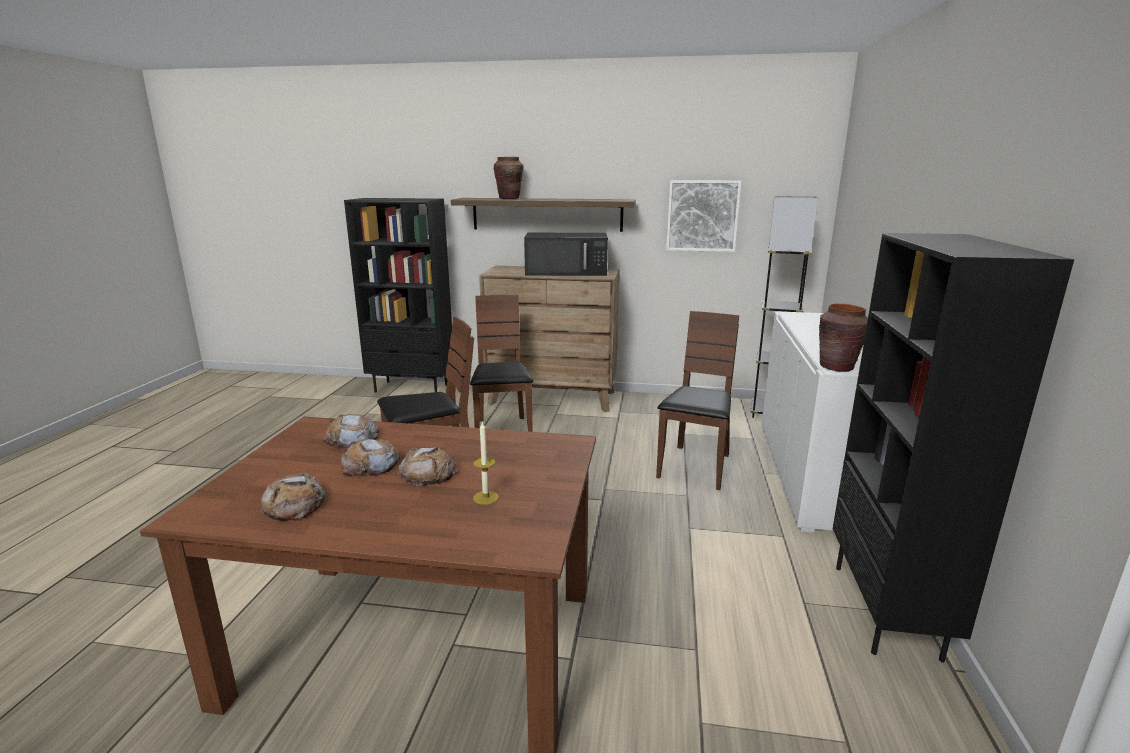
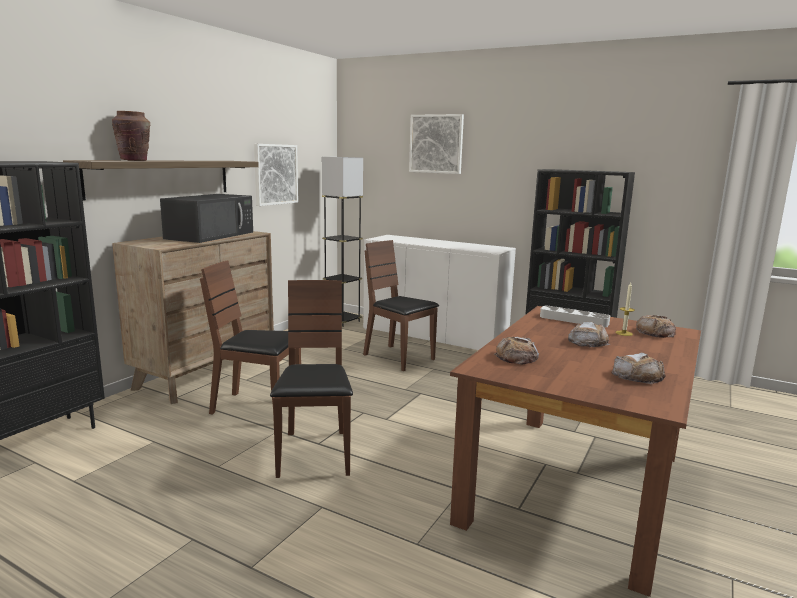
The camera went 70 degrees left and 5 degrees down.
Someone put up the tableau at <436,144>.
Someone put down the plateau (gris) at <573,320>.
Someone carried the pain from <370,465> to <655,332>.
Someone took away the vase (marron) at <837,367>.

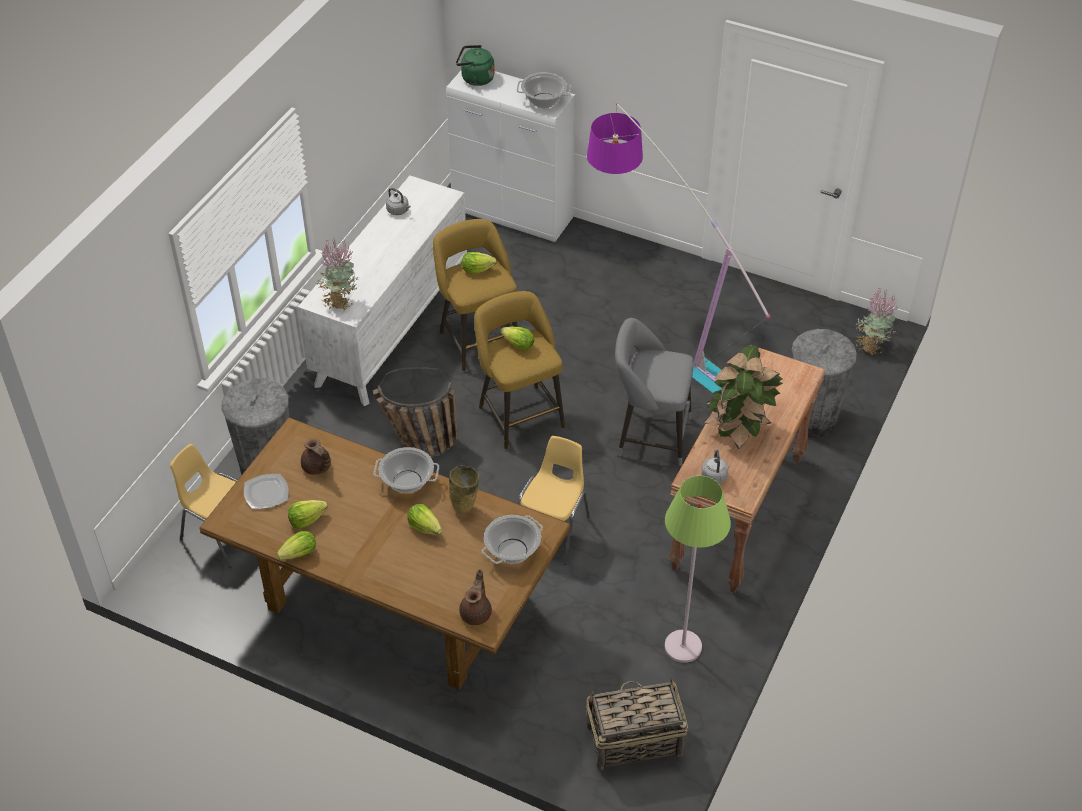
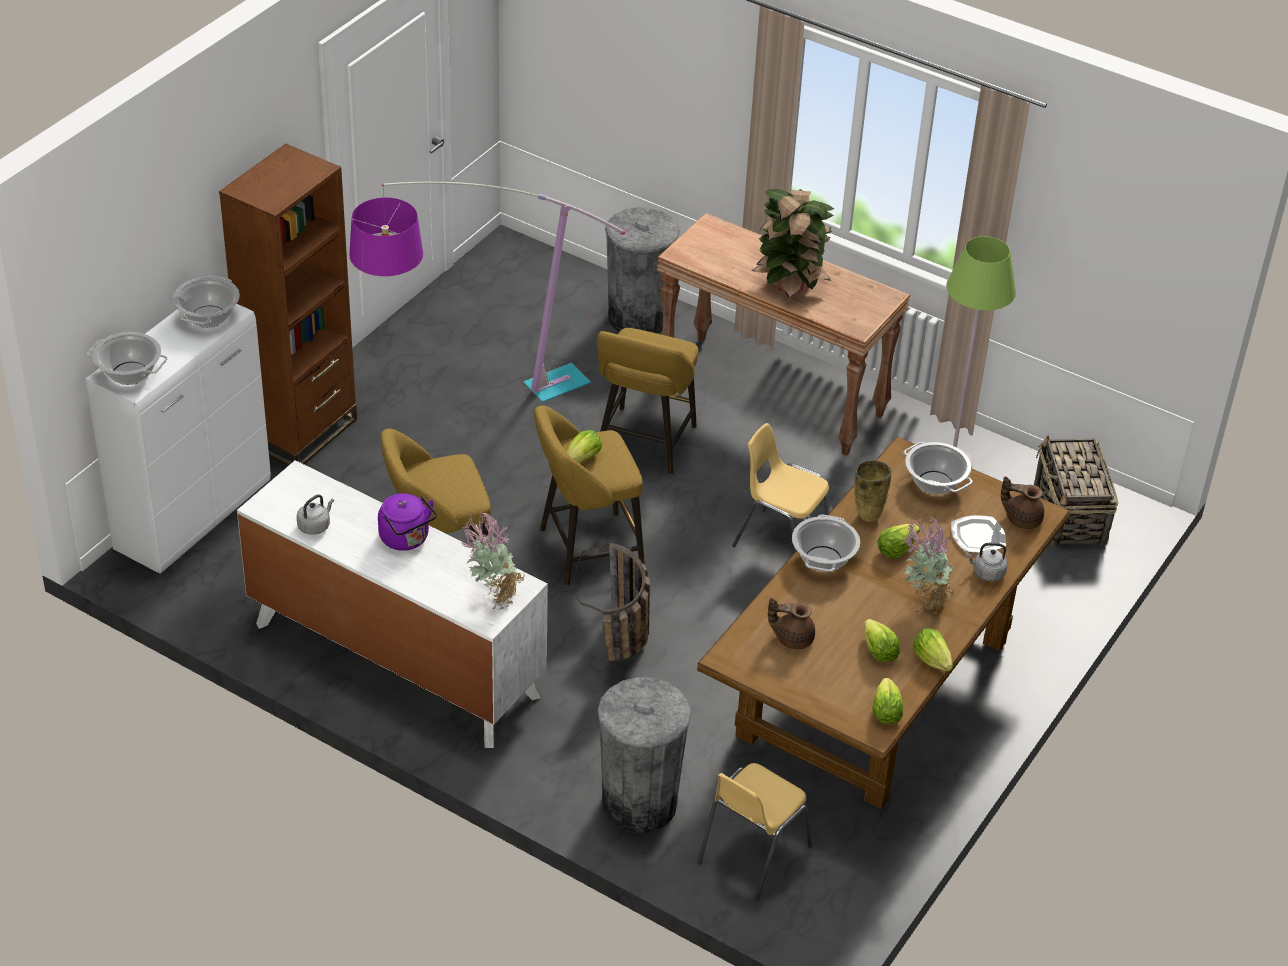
The camera went 85 degrees left and 5 degrees down.
Someone swapped the bouilloire (vert) at <475,79> for the marmite at <129,373>.
Someone put down the bibliothèque (marron) at <302,432>.
Someone put down the bouilloire (violet) at <406,539>.
Someone repainted the tabouret (gris) at <649,436>, which became the tabouret (jaune) at <643,445>.
Someone rotated the théière (marron) at <317,467> by 135 degrees counterclockwise.
Someone carried the laitue from <477,269> to <885,712>.
Someone carried the plante en pot from <871,346> to <923,601>.
Someone carried the assiette from <267,493> to <978,536>.
Someone carried the bouilloire (gris) from <714,475> to <986,573>.

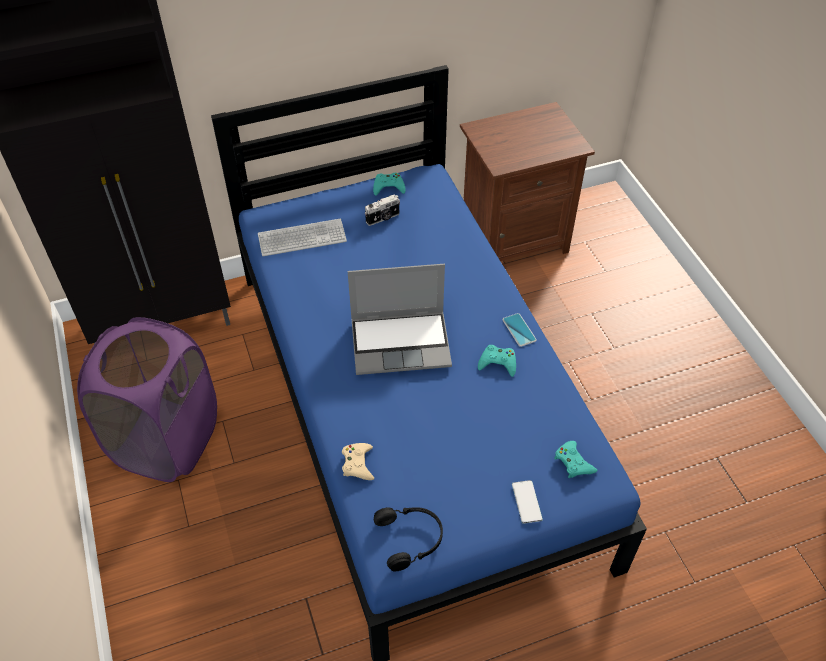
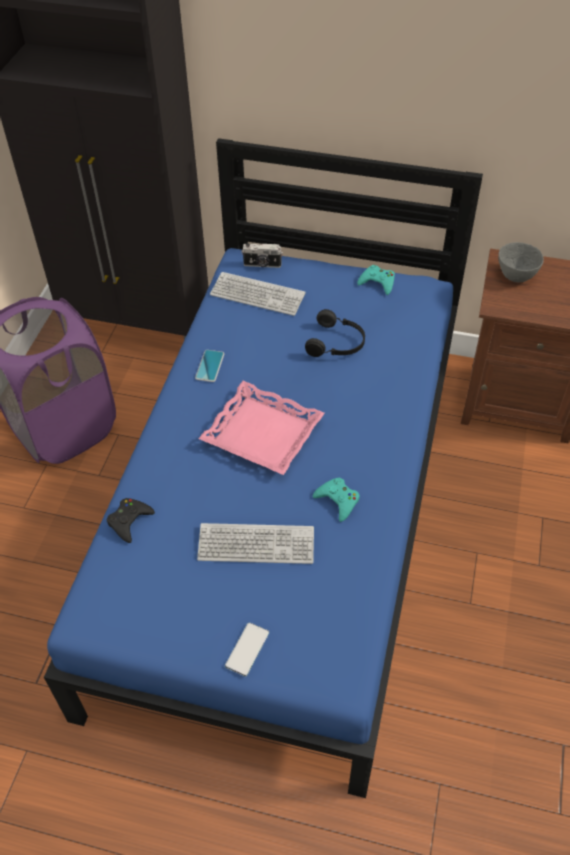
The camera went 35 degrees right and 0 degrees up.
Someone repainted the manette (beige) at <358,464>, which became the manette (noir) at <129,521>.
Someone carried the téléphone from <519,330> to <209,366>.
Someone put down the clavier at <256,545>.
Someone swapped the ordinateur portable at <401,342> for the plateau (rose) at <263,433>.
Someone carried the appareil photo from <383,218> to <262,265>.
Someone carried the casque audio (noir) from <411,539> to <337,343>.
Someone put down the bol (gris) at <515,277>.
Someone took away the manette (turquoise) at <573,462>.

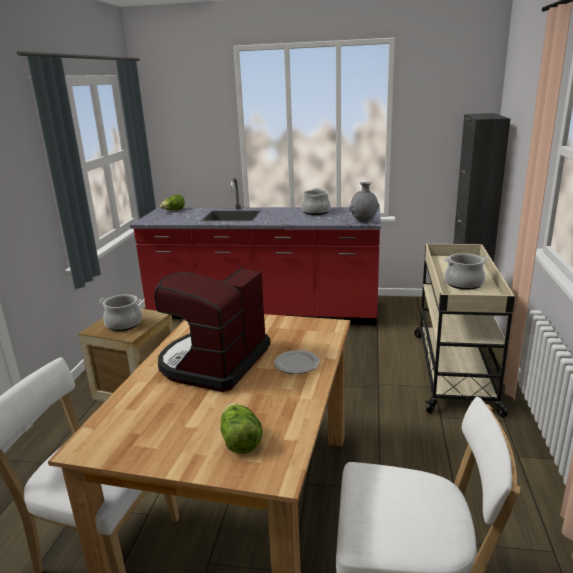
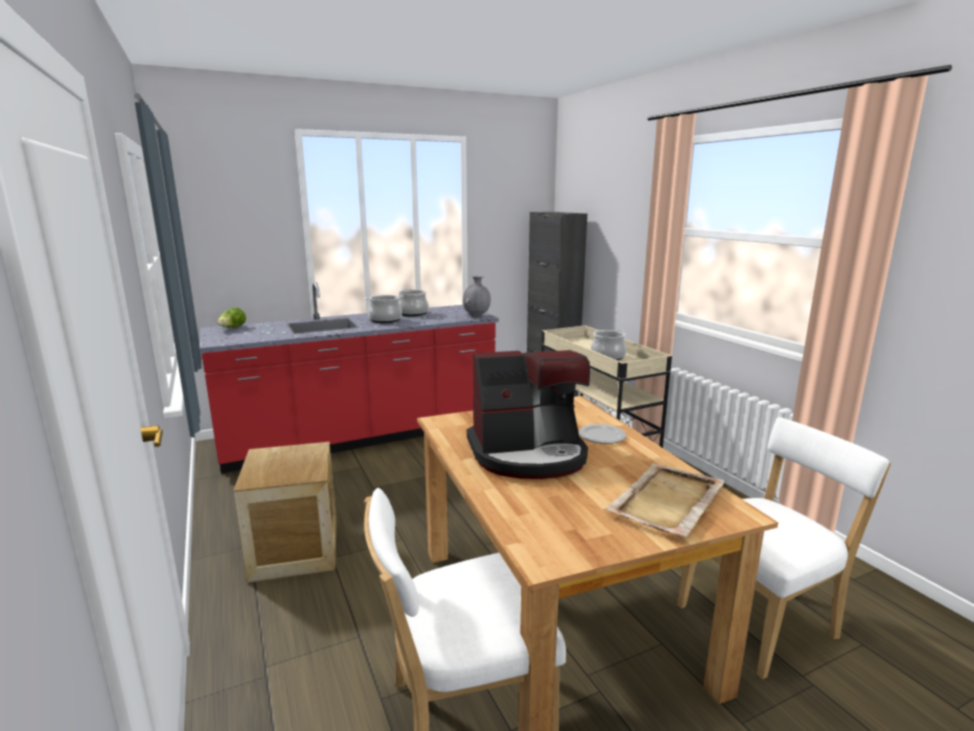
The camera went 35 degrees left and 5 degrees down.
Someone carried the marmite from <124,324> to <385,320>.
Someone rotated the machine à café at <214,362> by 90 degrees counterclockwise.
Someone swapped the laitue at <239,440> for the plateau (beige) at <666,501>.

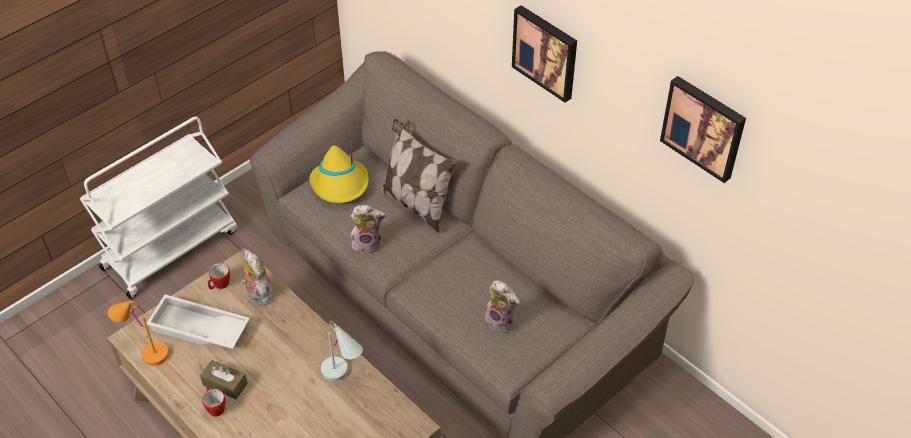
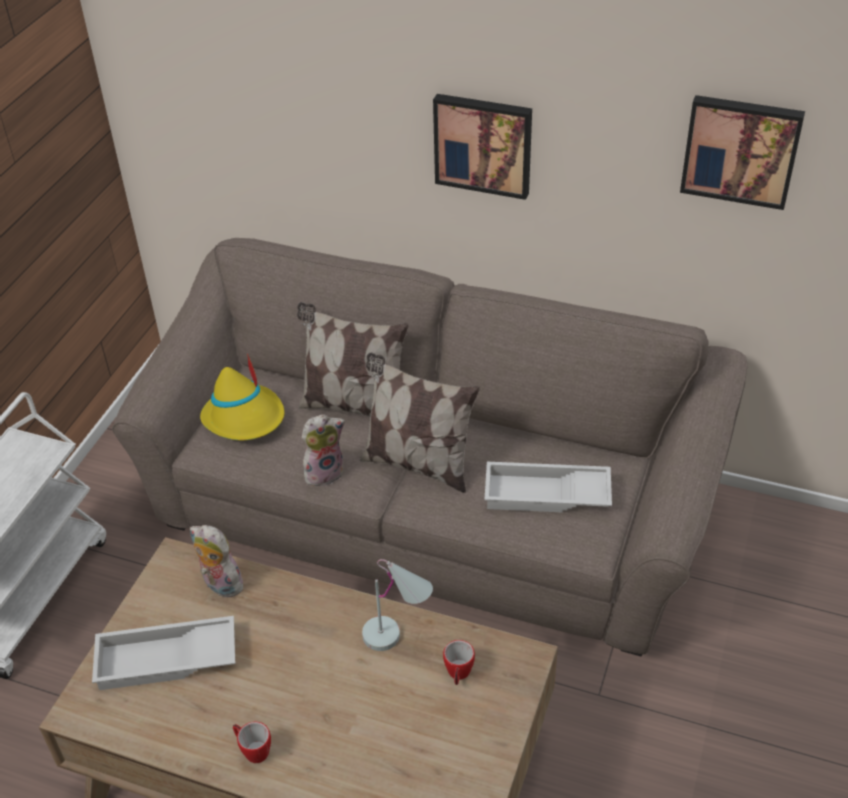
The camera went 25 degrees left and 5 degrees down.
Someone put down the coussin at <417,464>.
Someone carried the mug from <219,285> to <458,675>.
Someone swapped the peluche at <502,322> for the plateau (blanc) at <546,495>.
Someone took away the lampe de table (orange) at <144,351>.
Someone took away the boîte à mouchoirs (marron) at <225,384>.

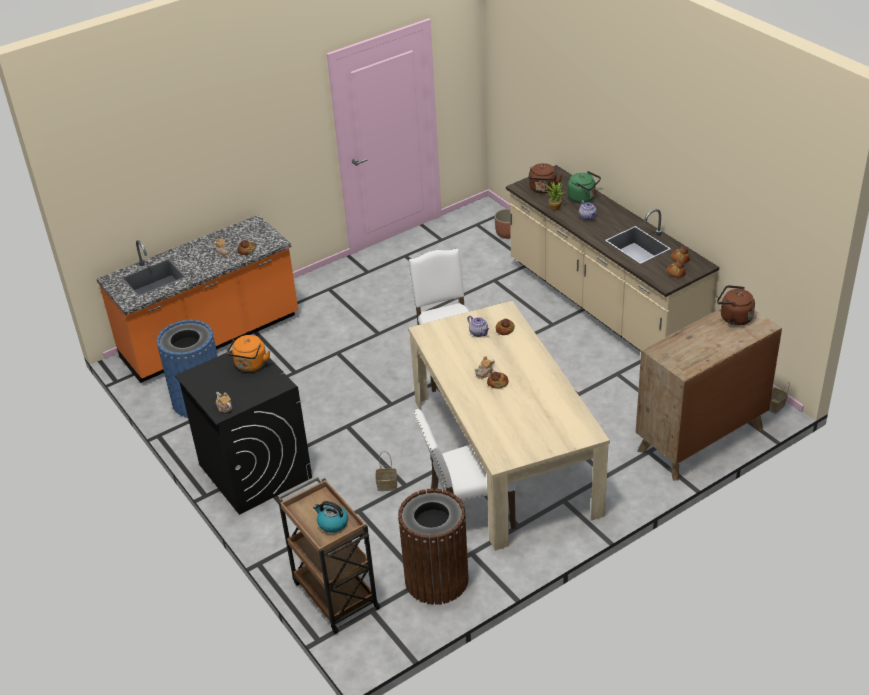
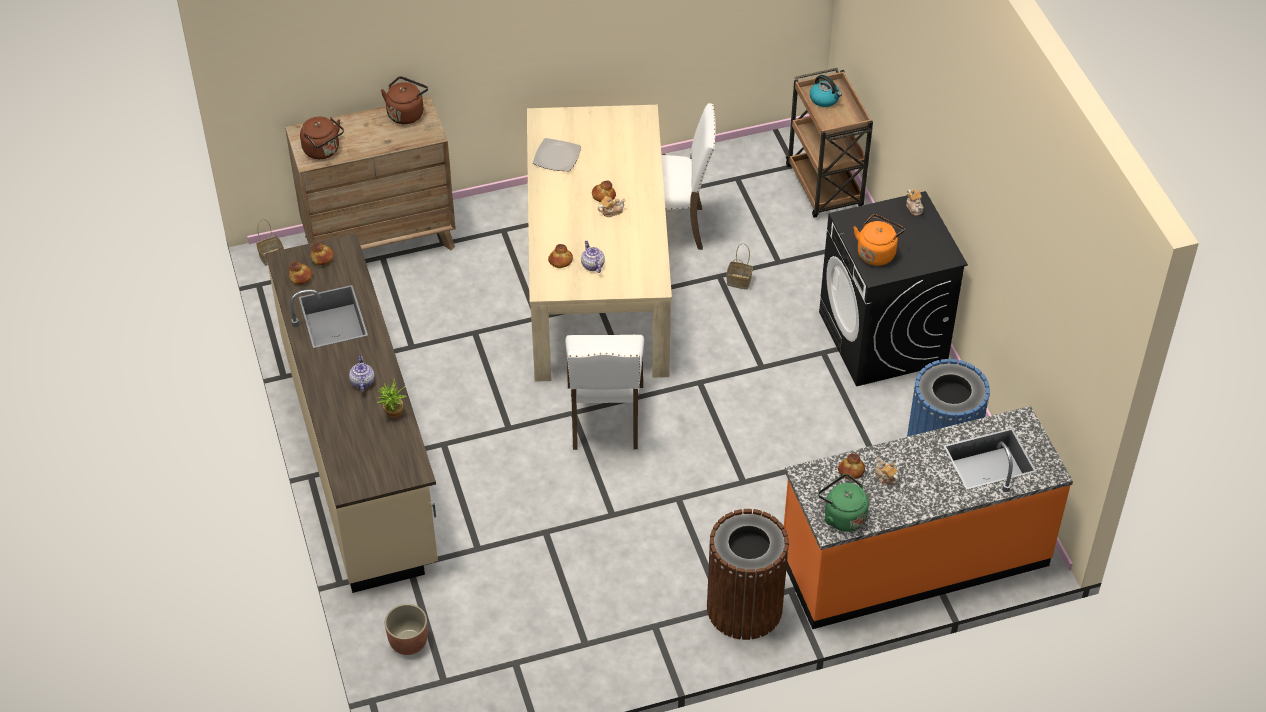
The camera went 165 degrees left and 10 degrees up.
Someone carried the bouilloire (marron) from <543,189> to <406,113>.
Someone put down the assiette at <556,156>.
Someone carried the poubelle (marron) from <436,579> to <744,608>.
Someone carried the bouilloire (vert) from <583,198> to <842,516>.

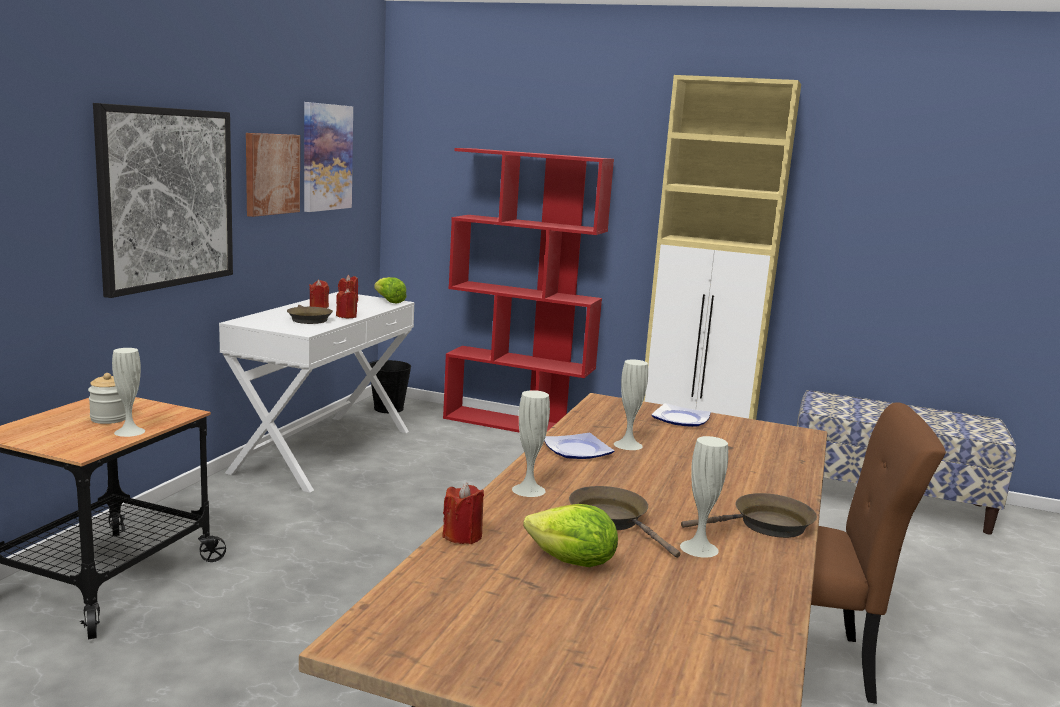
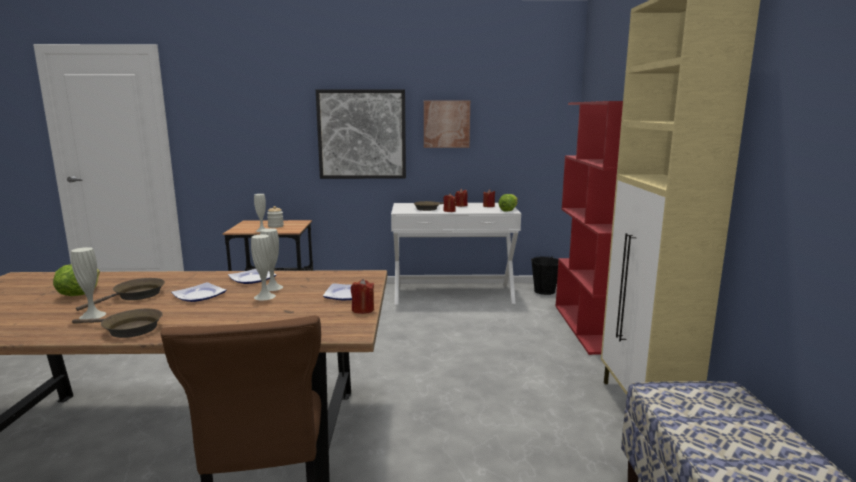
The camera went 70 degrees right and 0 degrees up.
Someone rotated the poêle (marron) at <766,525> by 45 degrees counterclockwise.
Someone put down the assiette at <200,295>.
Someone carried the vase (blanc) from <528,490> to <265,296>.
Someone carried the bougie (rouge) from <462,536> to <363,310>.
Someone took away the tableau at <326,157>.

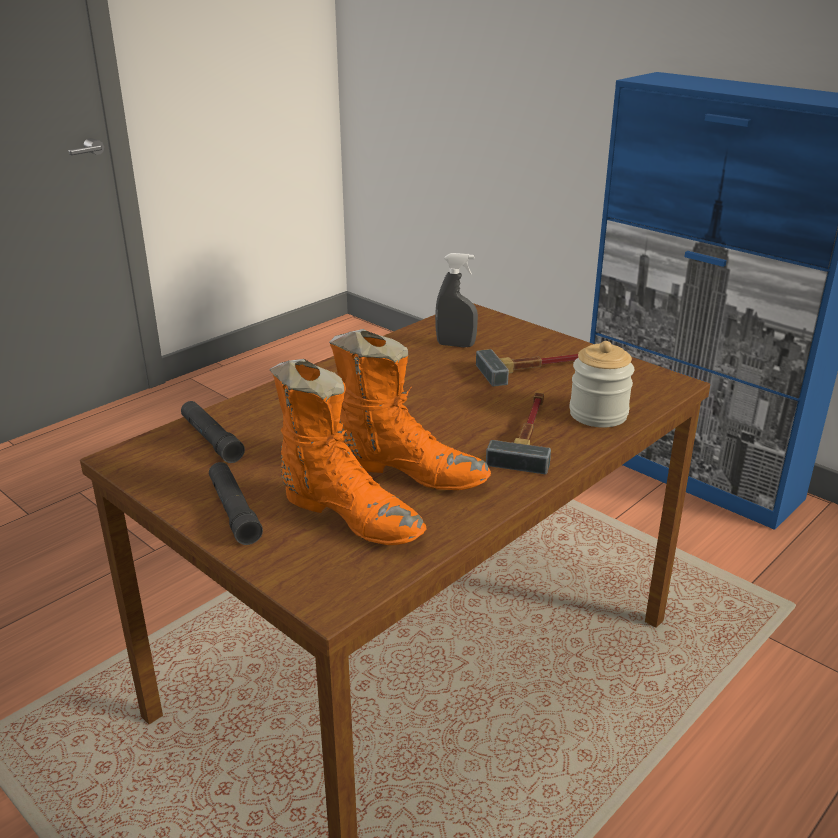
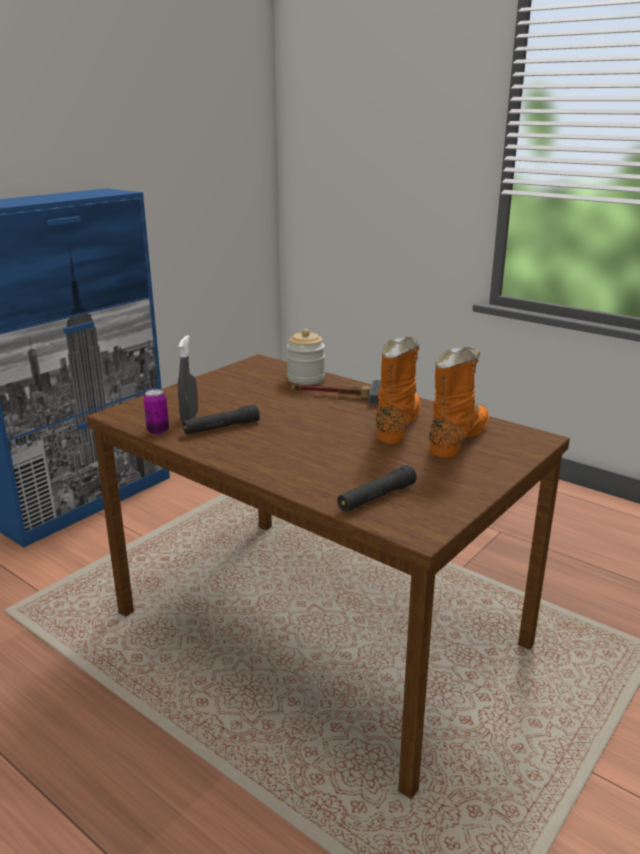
The camera went 95 degrees left and 5 degrees down.
Someone put down the boîte métallique at <158,431>.
Someone carried the lampe de poche (noir) from <234,511> to <221,427>.
Someone took away the marteau at <541,368>.

